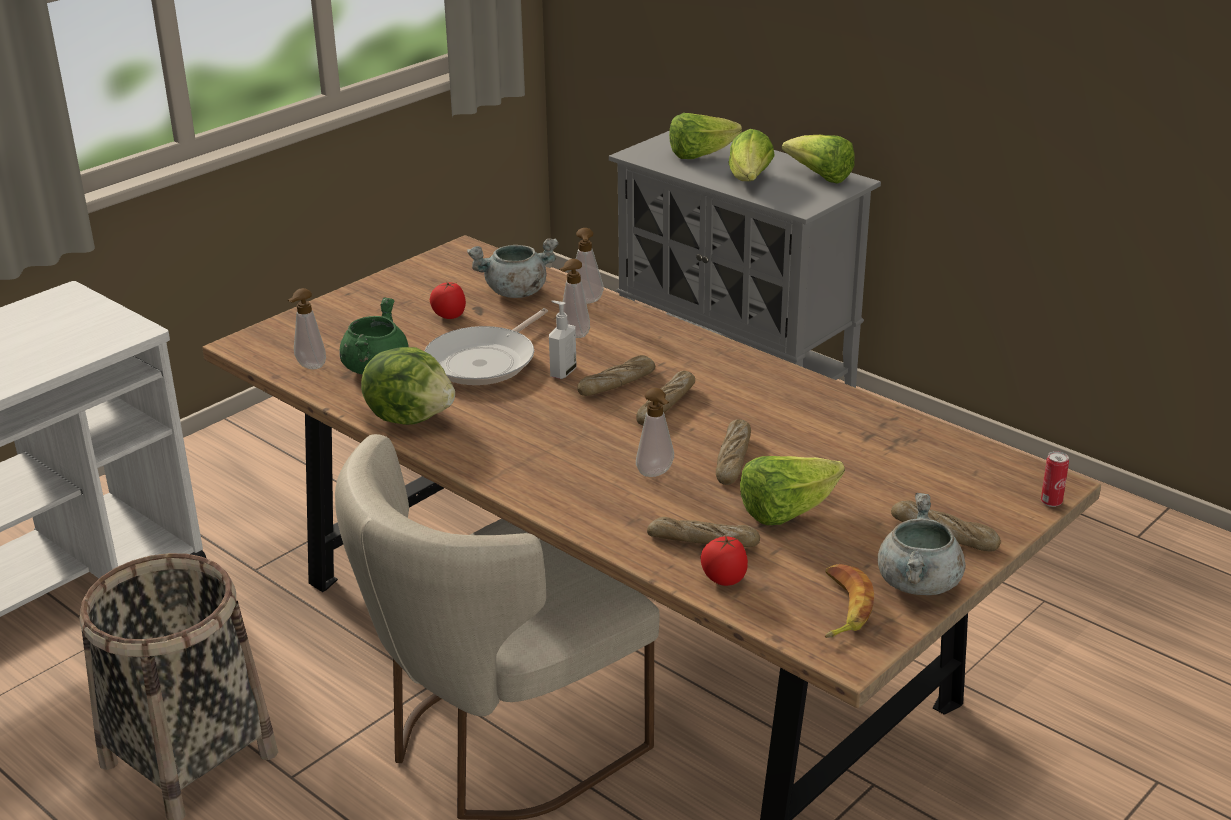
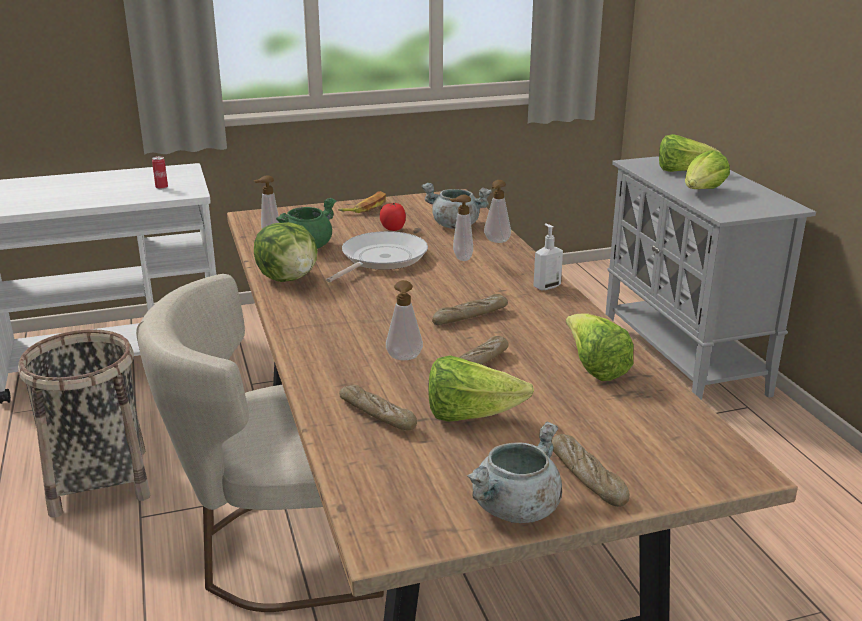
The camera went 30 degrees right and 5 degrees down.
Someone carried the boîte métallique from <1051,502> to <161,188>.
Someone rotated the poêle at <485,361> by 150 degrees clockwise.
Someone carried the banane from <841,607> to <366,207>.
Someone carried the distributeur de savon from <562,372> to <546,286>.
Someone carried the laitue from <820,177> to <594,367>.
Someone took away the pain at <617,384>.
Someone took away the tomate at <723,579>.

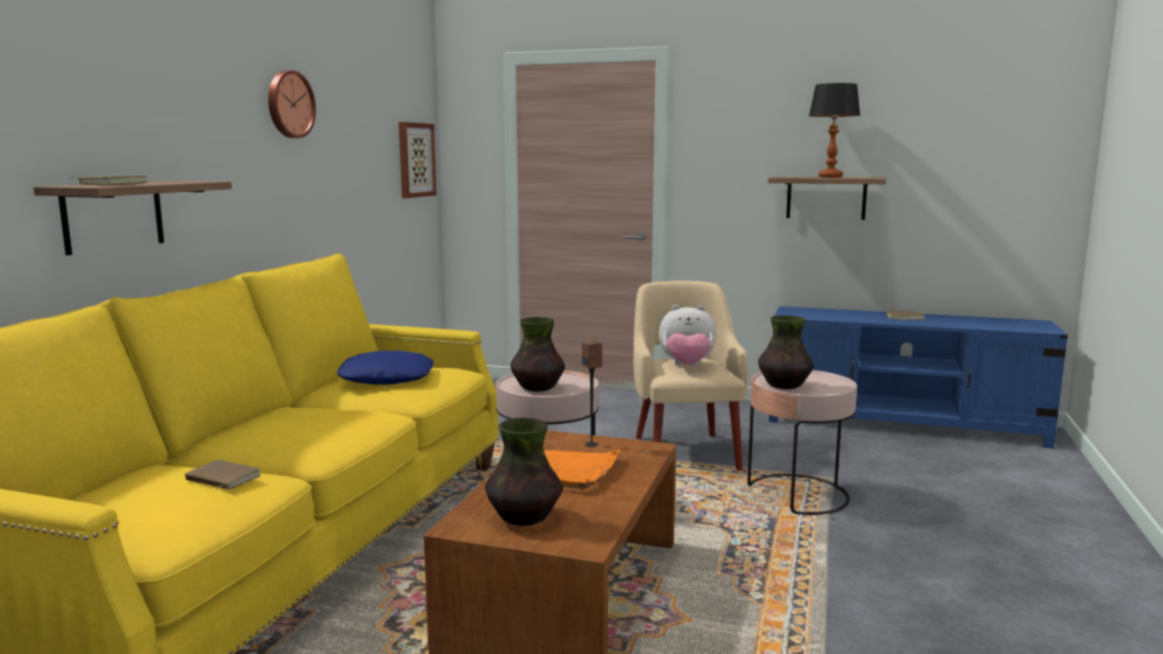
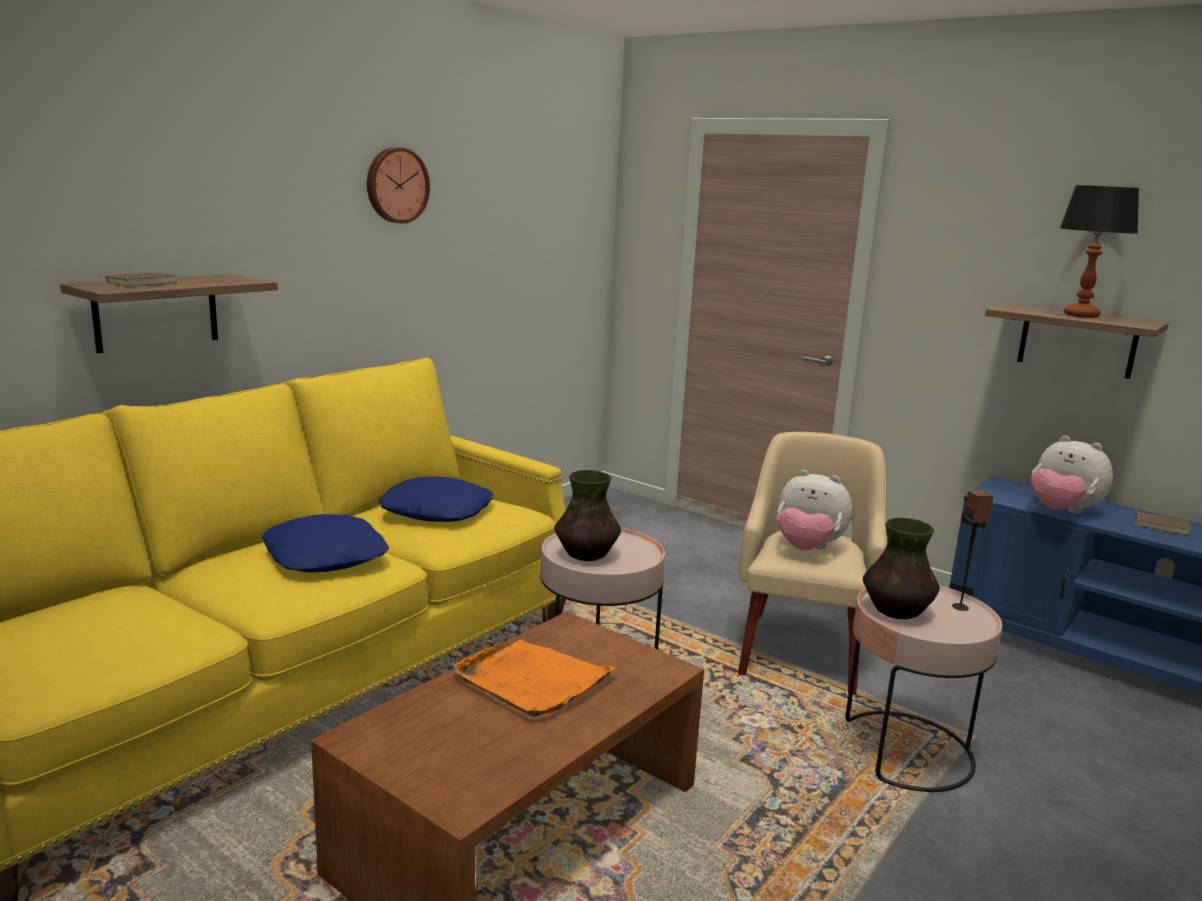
The camera went 20 degrees right and 5 degrees up.
Someone put down the coussin (bleu) at <326,556>.
Someone carried the enceinte from <591,444> to <960,607>.
Someone put down the peluche at <1062,512>.
Someone took away the livre (marron) at <221,479>.
Someone took away the tableau at <415,160>.
Someone took away the vase at <524,518>.

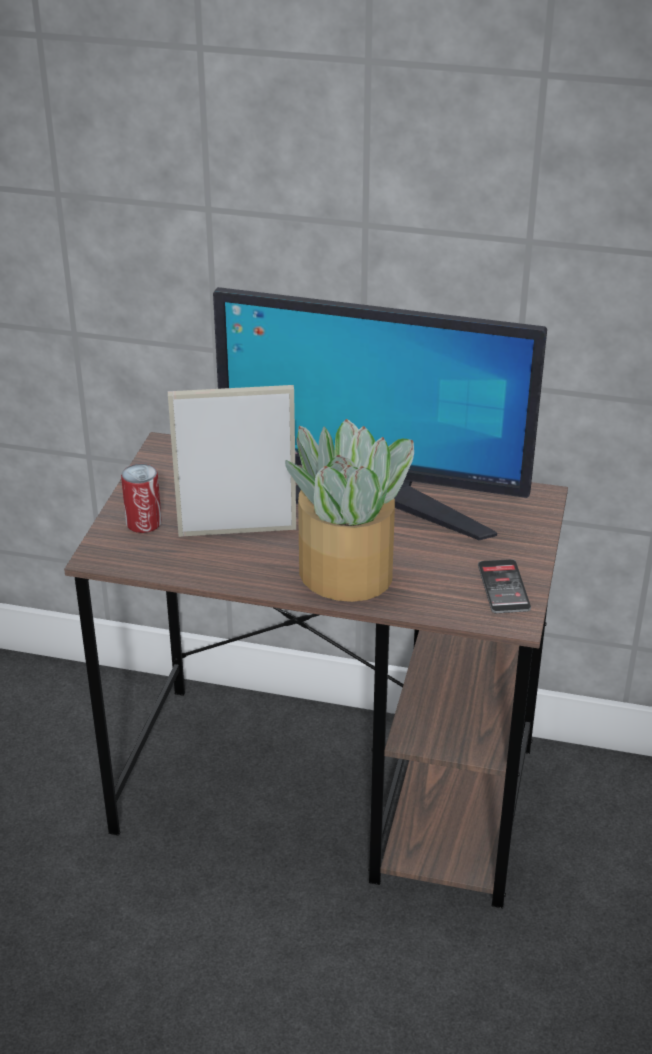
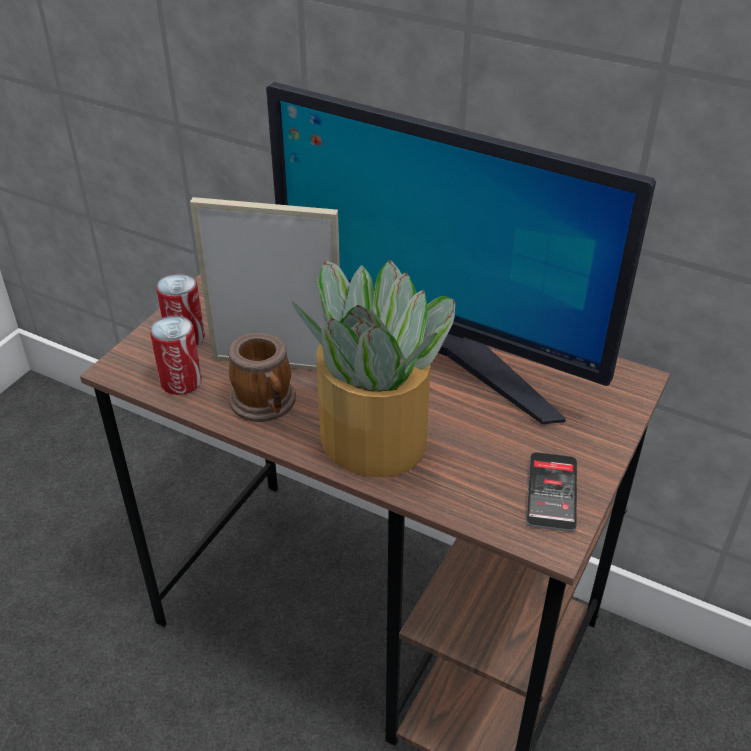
The camera went 15 degrees right and 5 degrees up.
Someone put down the boîte métallique at <181,382>.
Someone put down the mug at <266,405>.

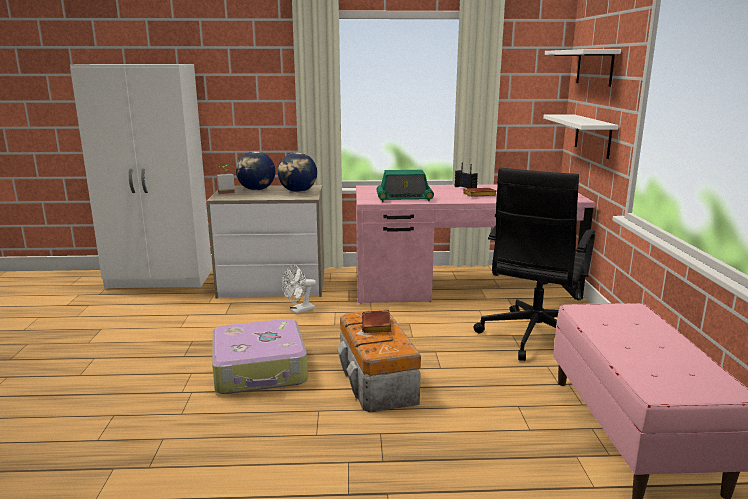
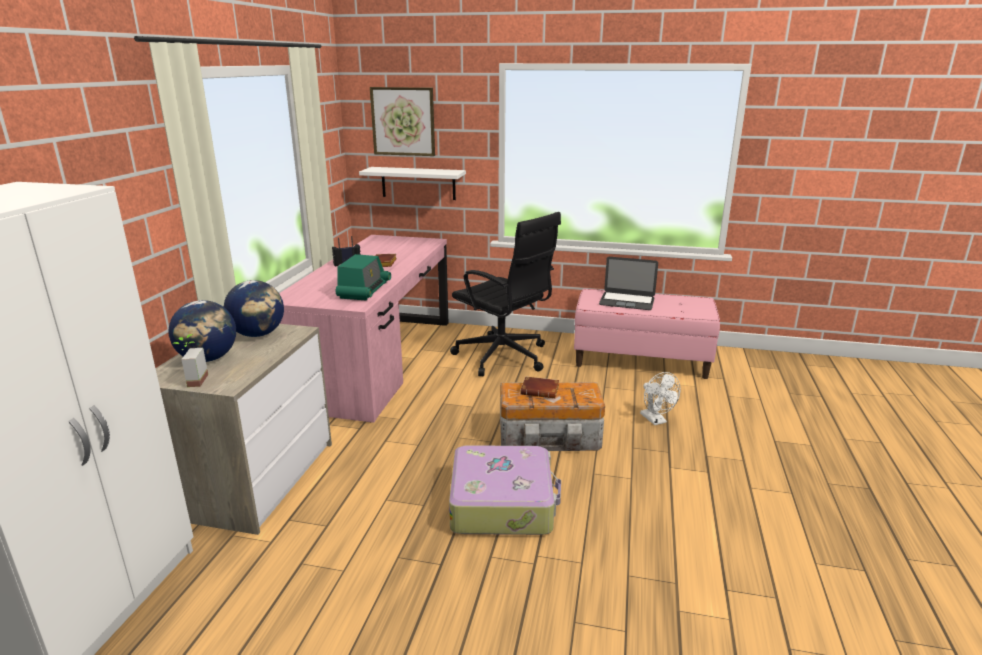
The camera went 75 degrees left and 5 degrees up.
Someone swapped the étagère (blanc) at <594,67> for the tableau at <403,121>.
Someone put down the ordinateur portable at <627,301>.
Someone carried the ventilateur (blanc) from <299,310> to <656,420>.

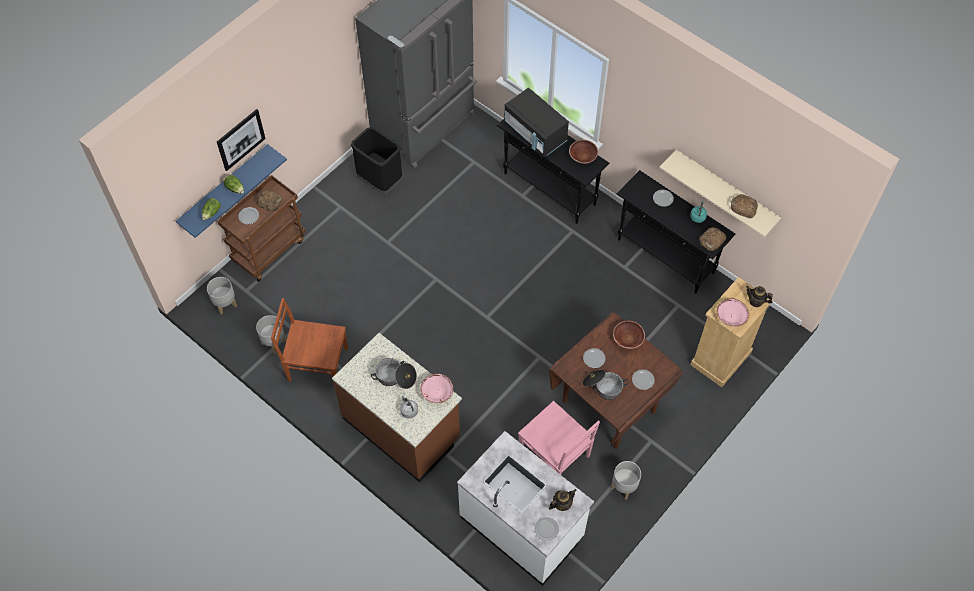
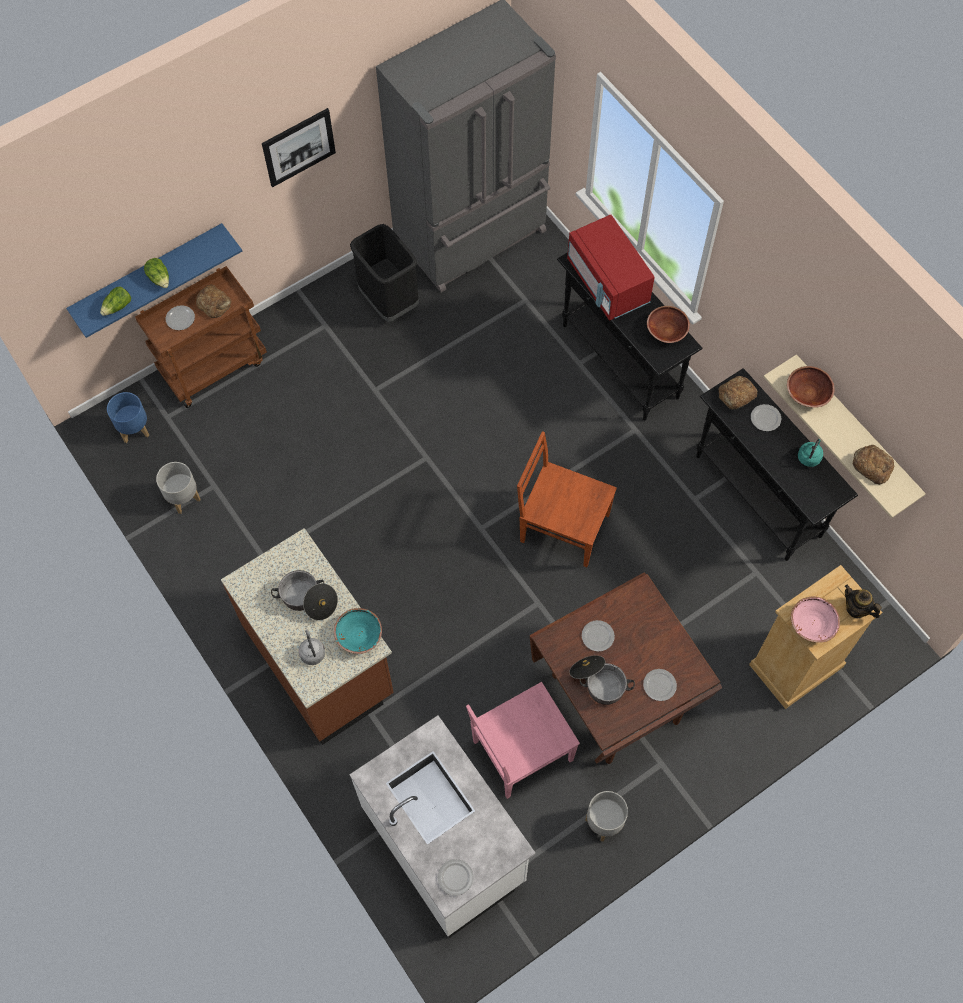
The camera went 15 degrees right and 5 degrees up.
Someone repainted the cache-pot (gris) at <225,304>, which became the cache-pot (bleu) at <134,429>.
Someone carried the tableau from <241,139> to <299,147>.
Someone repainted the bol (rose) at <436,392>, which became the bol (turquoise) at <358,635>.
Someone rotated the chaise (rose) at <555,455> by 90 degrees clockwise.
Someone carried the chaise (marron) from <316,364> to <562,527>.
Someone repainted the micro-ondes (noir) at <535,134>, which became the micro-ondes (rouge) at <607,283>.
Someone carried the pain from <712,241> to <736,395>.
Someone carried the bol (marron) from <627,339> to <807,393>.
Someone took away the théière at <561,504>.

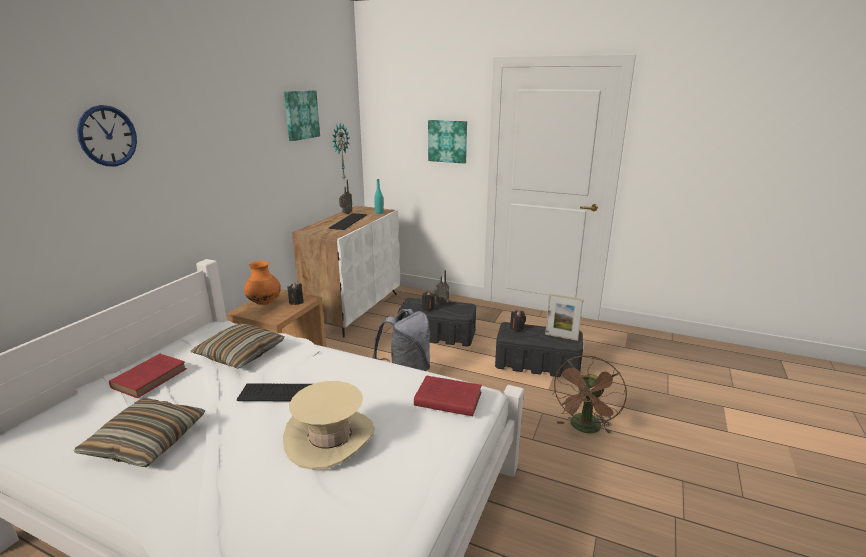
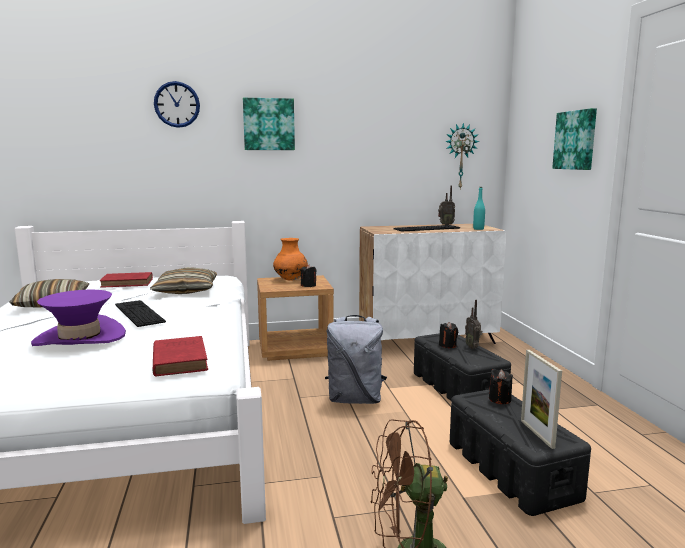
The camera went 55 degrees right and 10 degrees down.
Someone repainted the chapeau (beige) at <330,438>, which became the chapeau (violet) at <80,338>.
Someone carried the tableau from <301,115> to <268,124>.

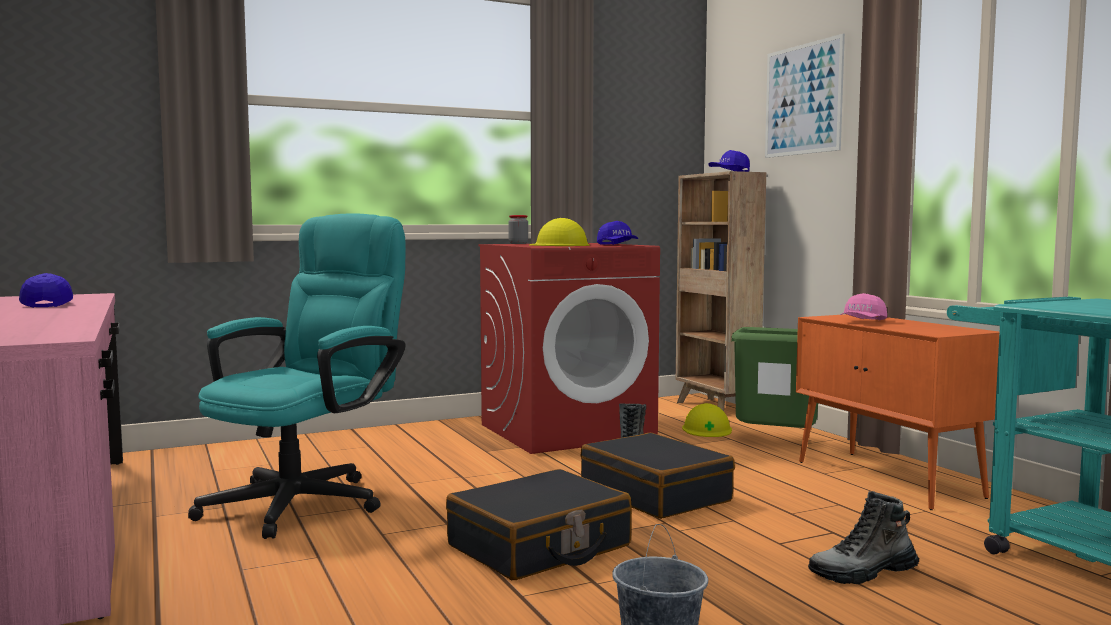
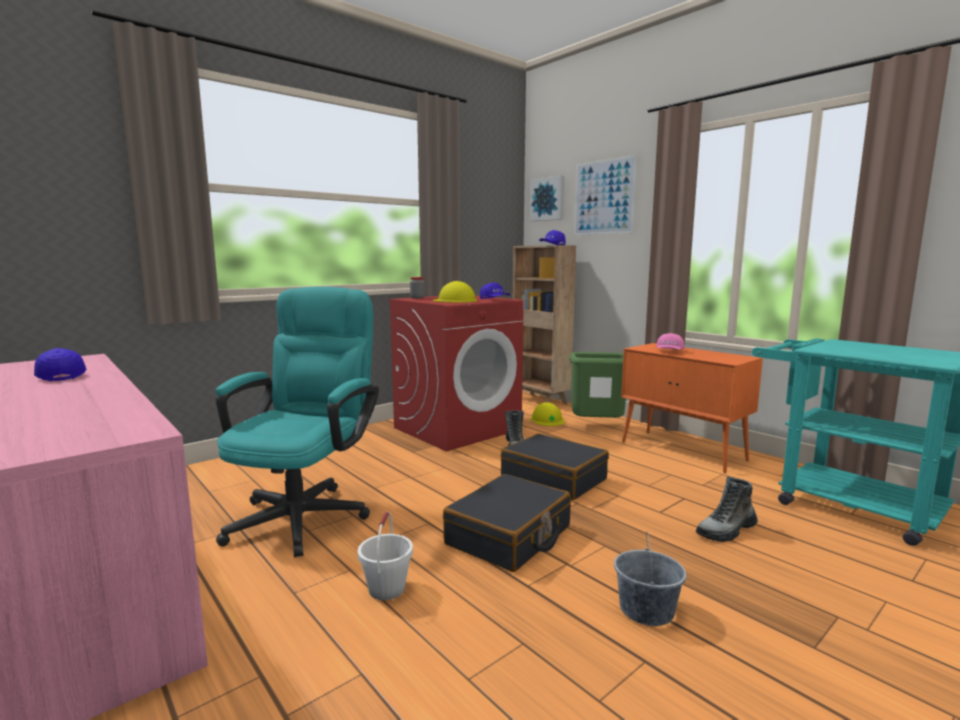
The camera went 15 degrees left and 5 degrees up.
Someone put down the seau (blanc) at <386,589>.
Someone put up the tableau at <548,199>.

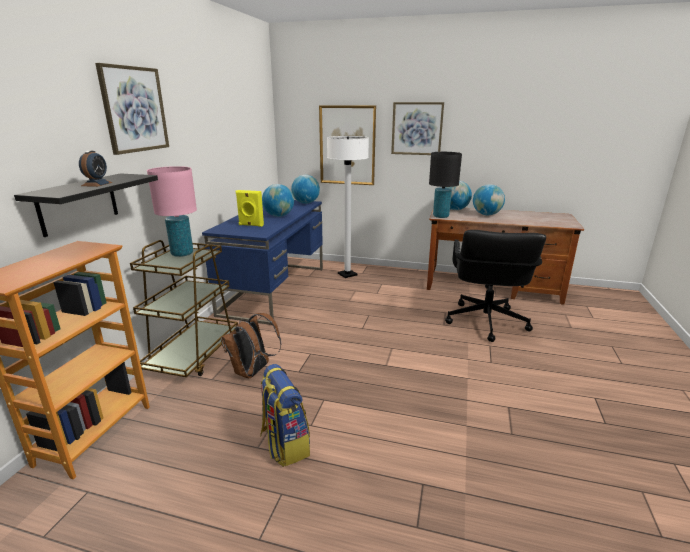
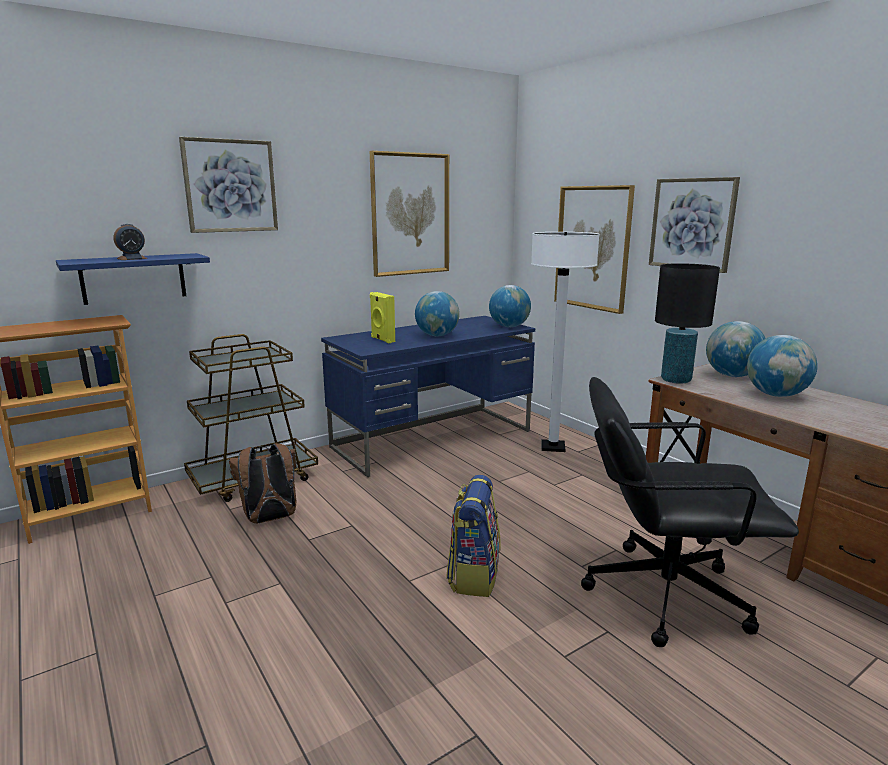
The camera went 40 degrees right and 5 degrees down.
Someone repainted the étagère (noir) at <78,204>, which became the étagère (bleu) at <133,278>.
Someone put up the tableau at <410,214>.
Someone carried the sac à dos from <284,444> to <473,575>.
Someone rotated the chaise de bureau (noir) at <485,322> by 45 degrees clockwise.
Someone took away the lampe de table (rose) at <182,254>.

